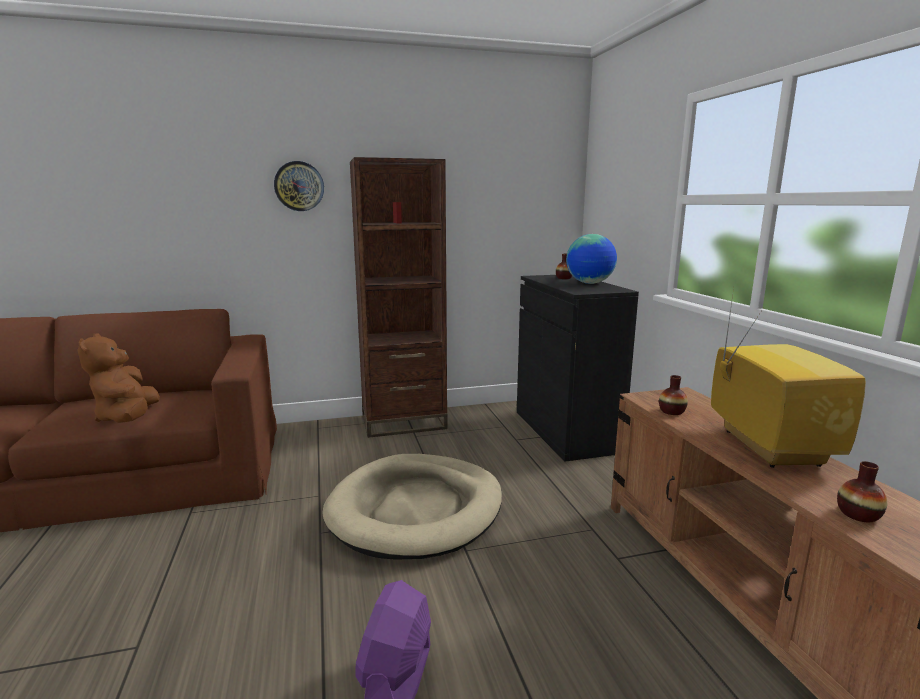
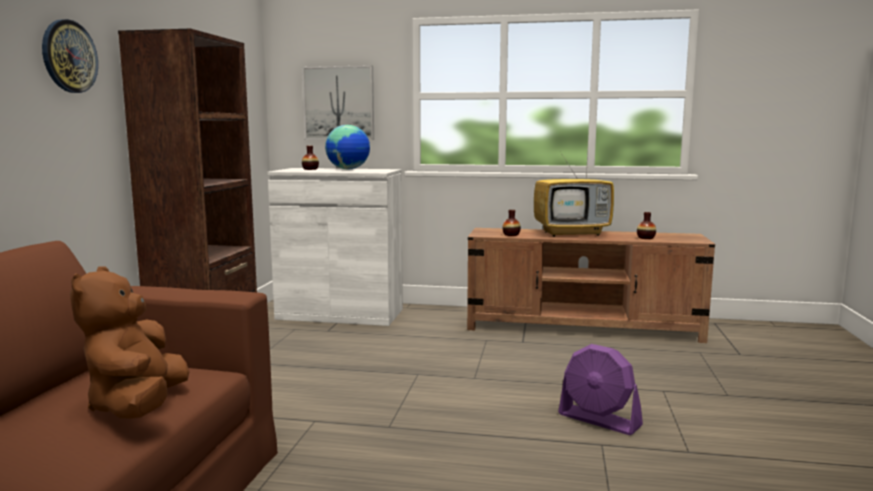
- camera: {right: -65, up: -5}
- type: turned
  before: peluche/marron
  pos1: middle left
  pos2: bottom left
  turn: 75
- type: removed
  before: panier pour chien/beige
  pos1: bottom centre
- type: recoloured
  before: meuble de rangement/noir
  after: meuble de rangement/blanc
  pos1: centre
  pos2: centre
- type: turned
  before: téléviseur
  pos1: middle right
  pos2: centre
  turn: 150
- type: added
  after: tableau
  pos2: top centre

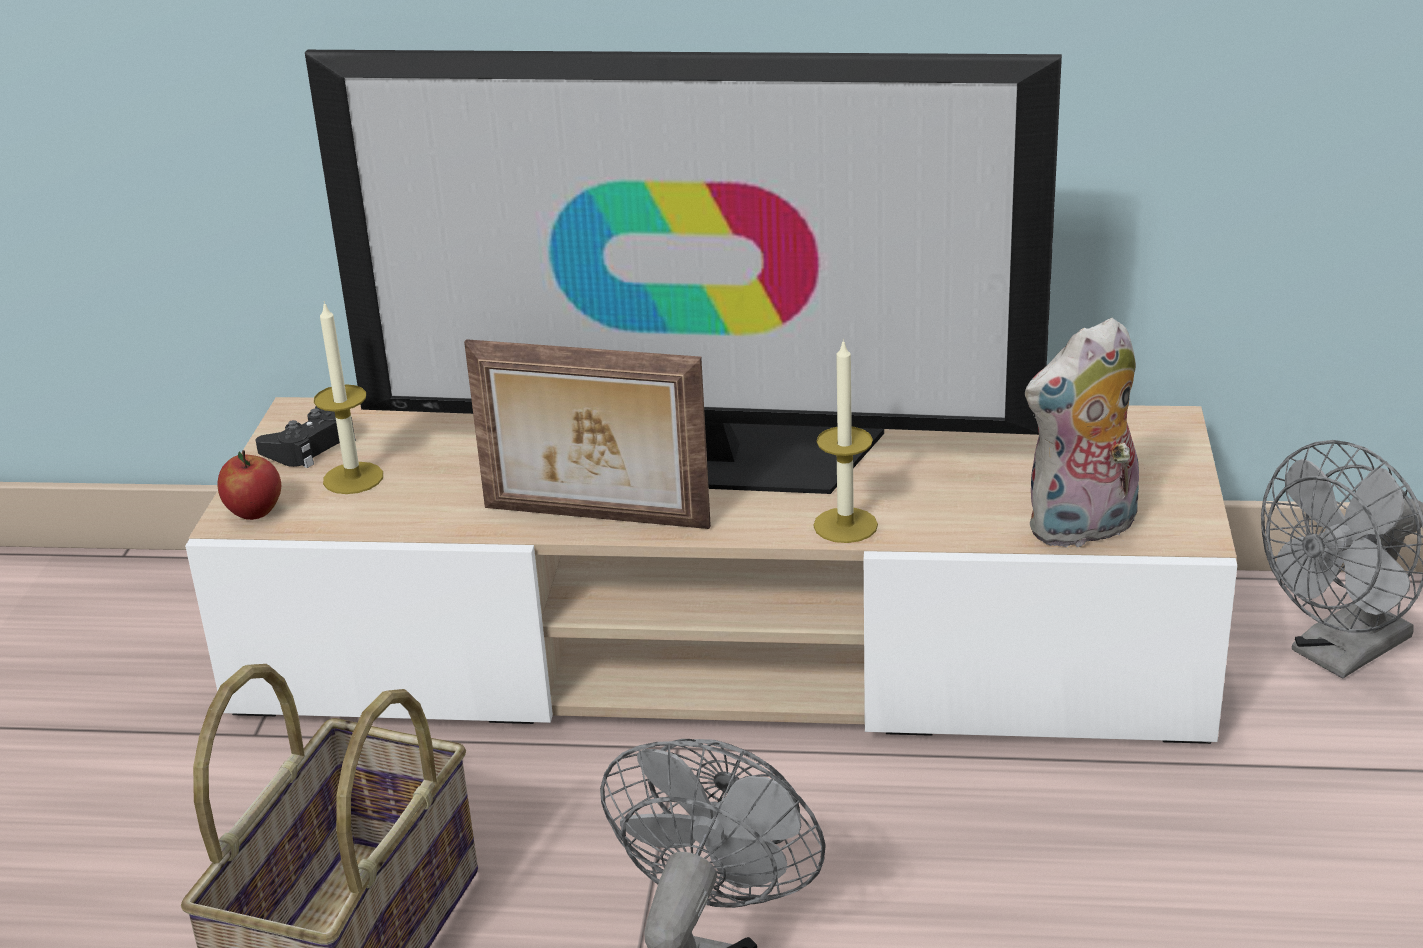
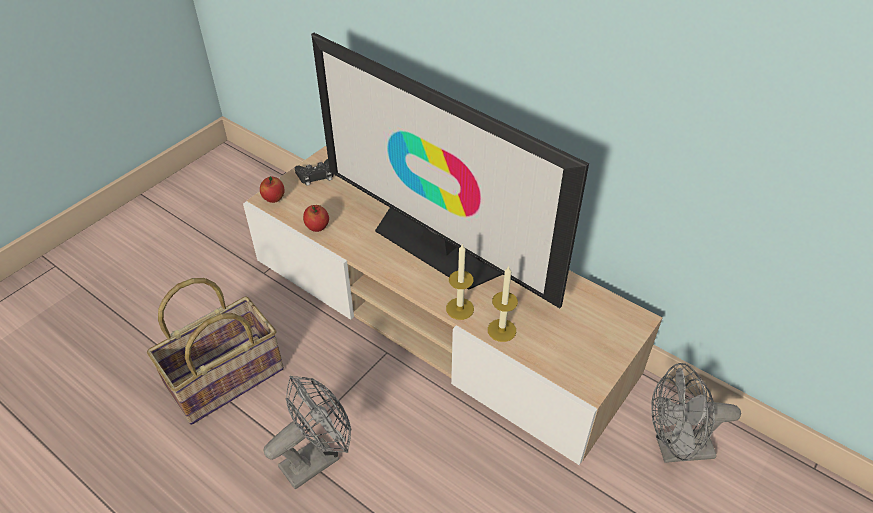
- camera: {right: 30, up: 15}
- type: moved
  before: bougie (1st from left in the first image)
  after: bougie (2nd from left)
  pos1: middle left
  pos2: centre
- type: removed
  before: cadre photo
  pos1: centre
- type: removed
  before: peluche
  pos1: middle right
- type: added
  after: pomme (2nd from left)
  pos2: centre

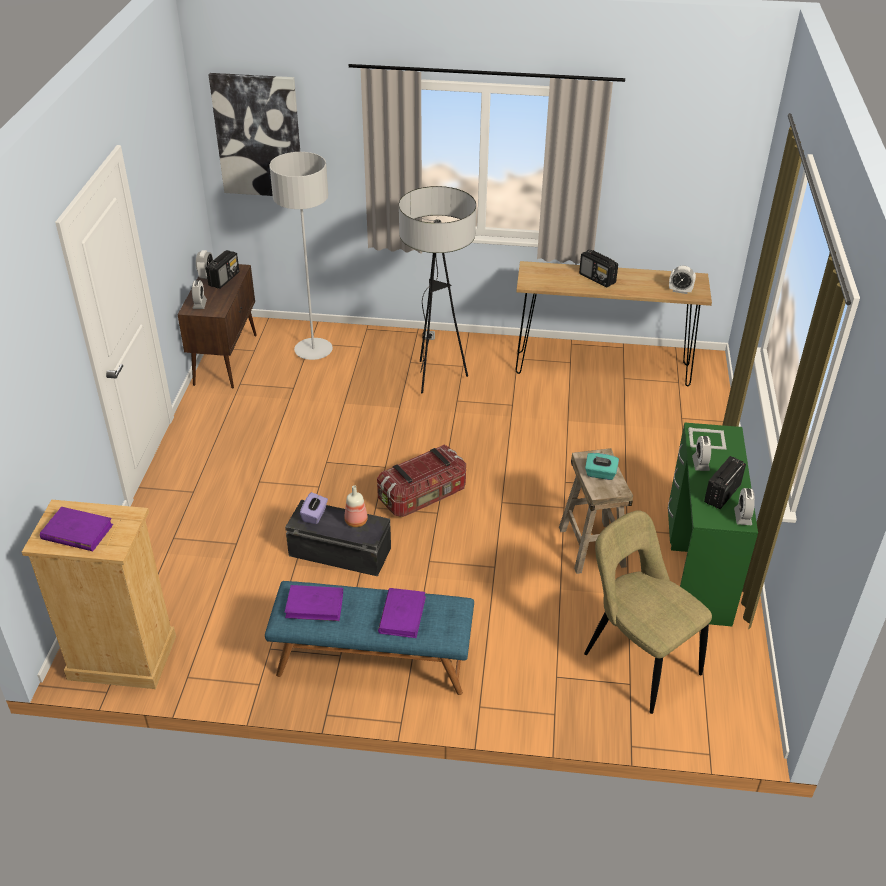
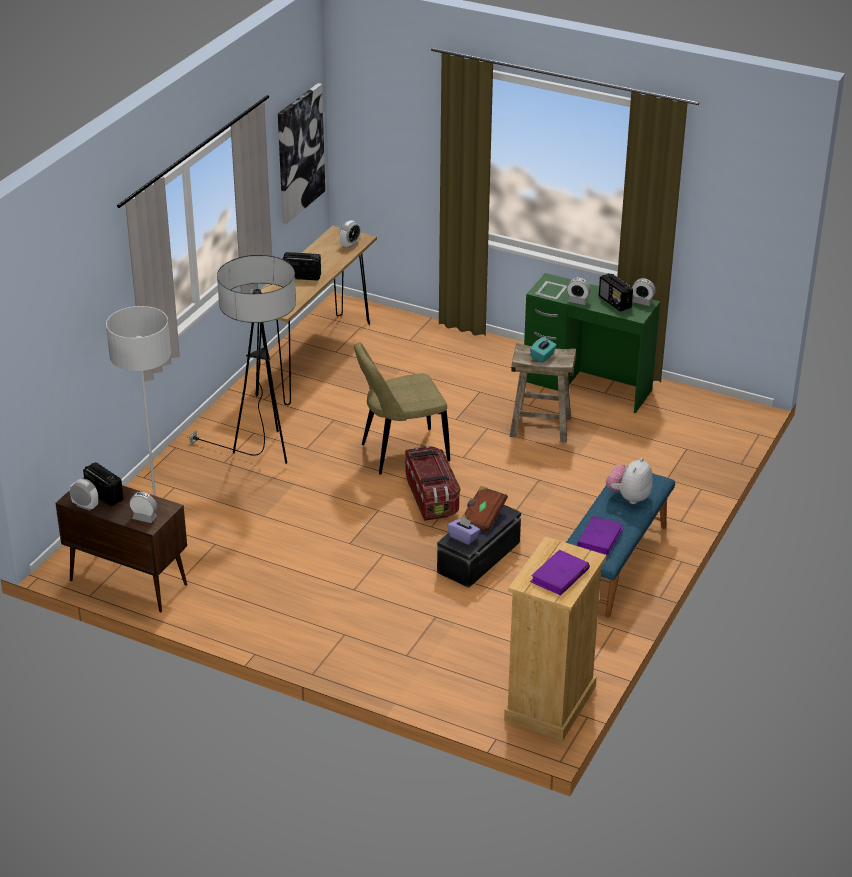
- camera: {right: -70, up: -5}
- type: moved
  before: tableau
  pos1: top left
  pos2: top centre
- type: replaced
  before: bouteille
  after: livre/marron
  pos1: centre
  pos2: centre
- type: replaced
  before: livre/violet (3rd from left)
  after: peluche
  pos1: bottom centre
  pos2: middle right
- type: turned
  before: radio (2nd from left)
  pos1: top right
  pos2: top centre
  turn: -150
- type: moved
  before: chaise/beige
  pos1: bottom right
  pos2: centre

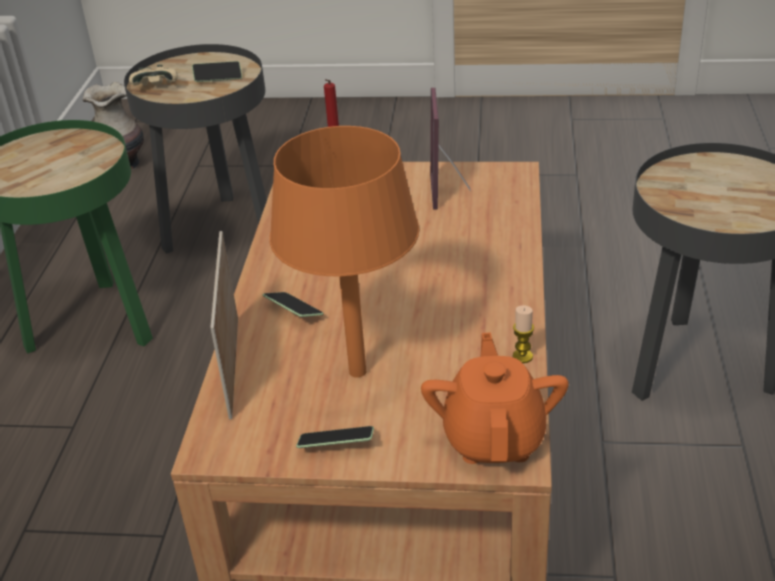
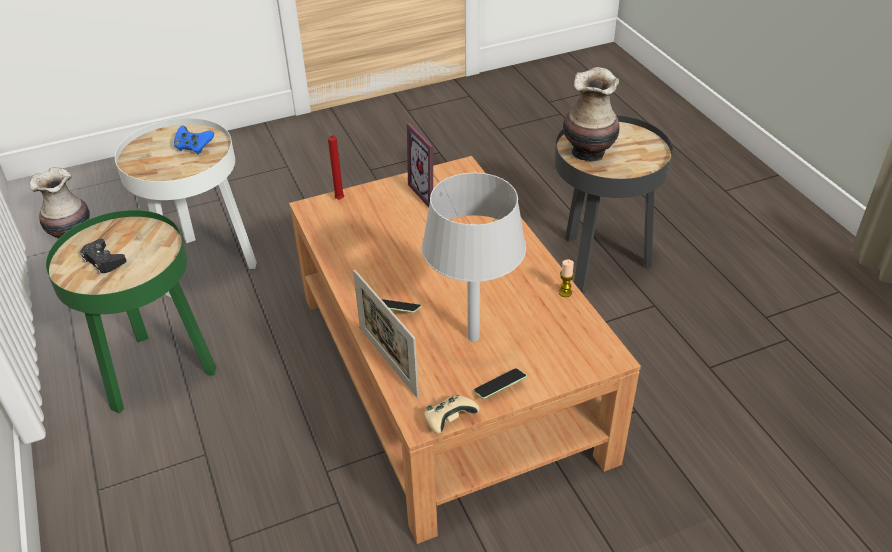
- camera: {right: -30, up: 5}
- type: recoloured
  before: table d'appoint/noir (1st from left)
  after: table d'appoint/blanc
  pos1: top left
  pos2: middle left
- type: moved
  before: manette/beige
  pos1: top left
  pos2: bottom centre
- type: replaced
  before: téléphone (1st from left)
  after: manette/bleu
  pos1: top left
  pos2: top left
- type: recoloured
  before: lampe de table/orange
  after: lampe de table/gris
  pos1: centre
  pos2: centre
- type: removed
  before: théière/orange
  pos1: bottom centre
- type: added
  after: manette/noir
  pos2: middle left
- type: added
  after: vase (2nd from left)
  pos2: top centre

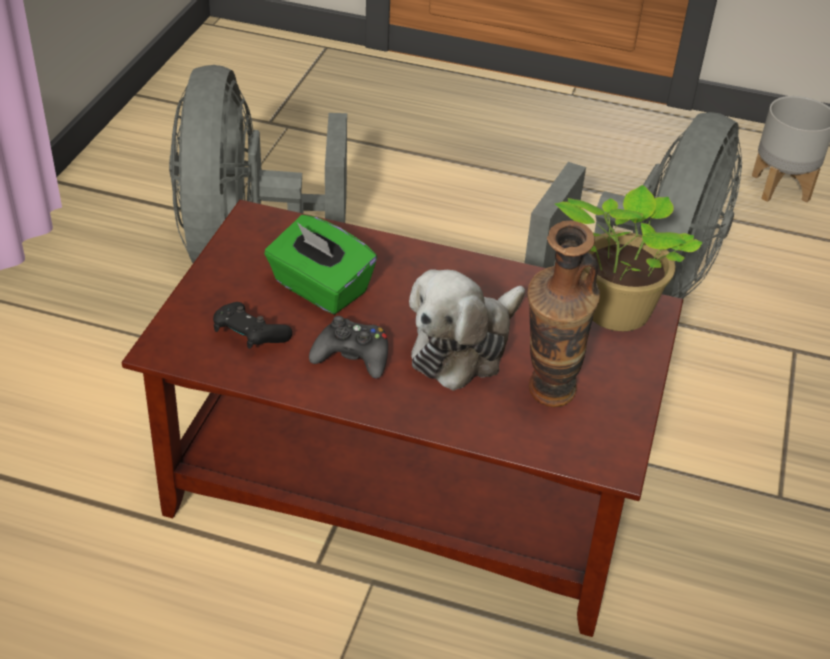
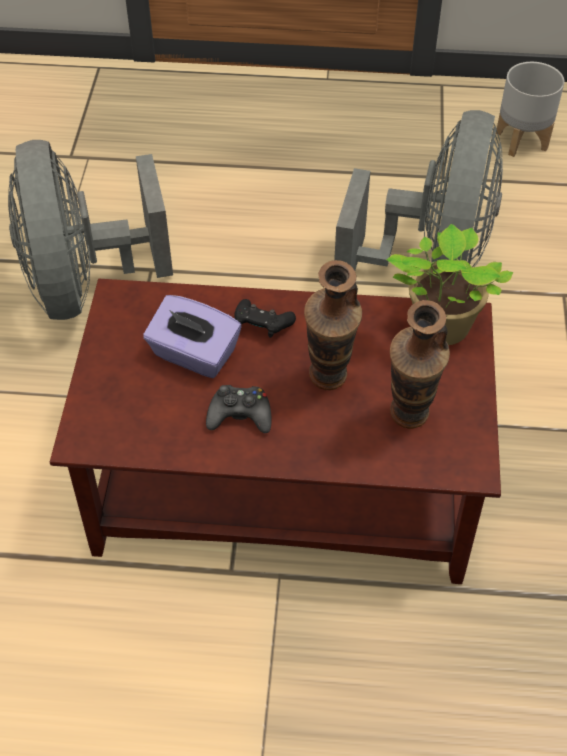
- camera: {right: -10, up: 10}
- type: moved
  before: manette/noir (1st from left in the first image)
  after: manette/noir (2nd from left)
  pos1: middle left
  pos2: centre
- type: recoloured
  before: boîte à mouchoirs/vert
  after: boîte à mouchoirs/violet
  pos1: centre
  pos2: centre
- type: replaced
  before: peluche
  after: vase (1st from left)
  pos1: centre
  pos2: centre

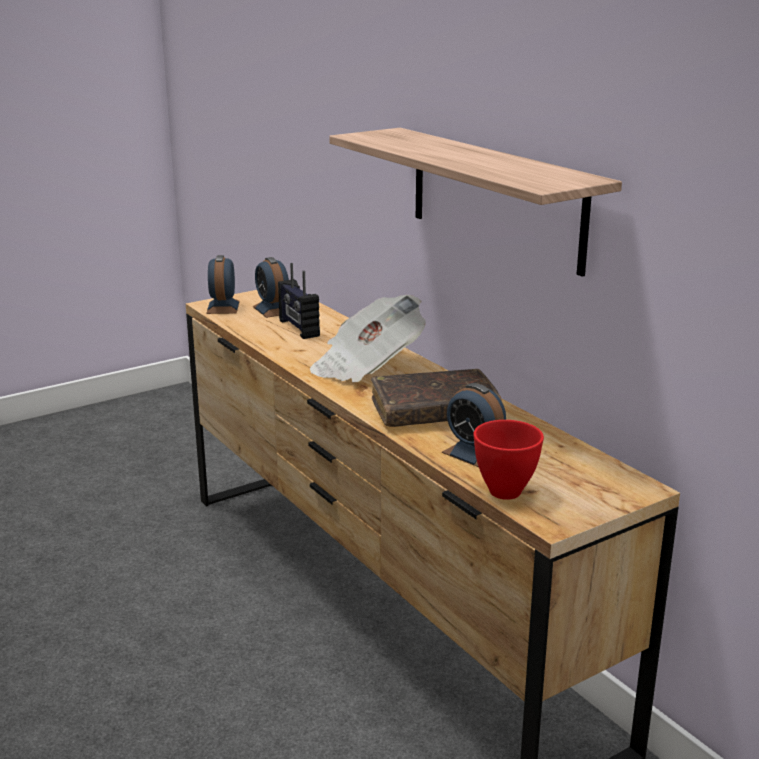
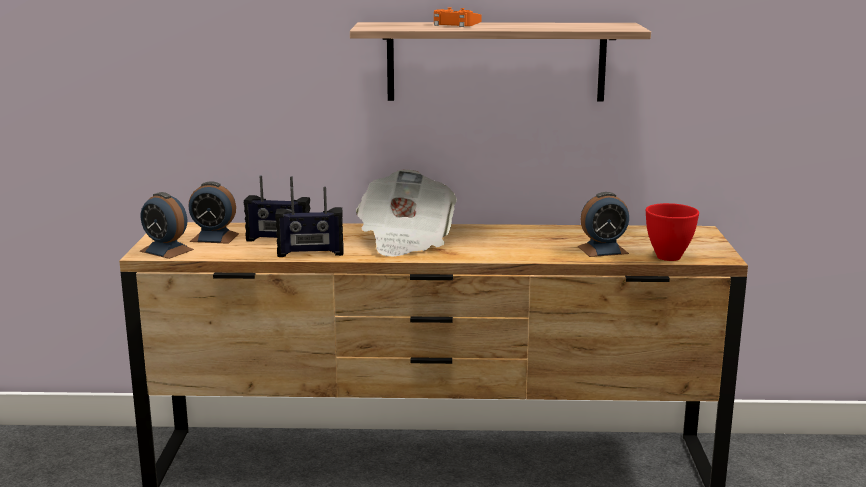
- camera: {right: -55, up: -5}
- type: removed
  before: livre/marron
  pos1: centre
- type: added
  after: radio (2nd from left)
  pos2: centre
- type: added
  after: manette/orange
  pos2: top centre

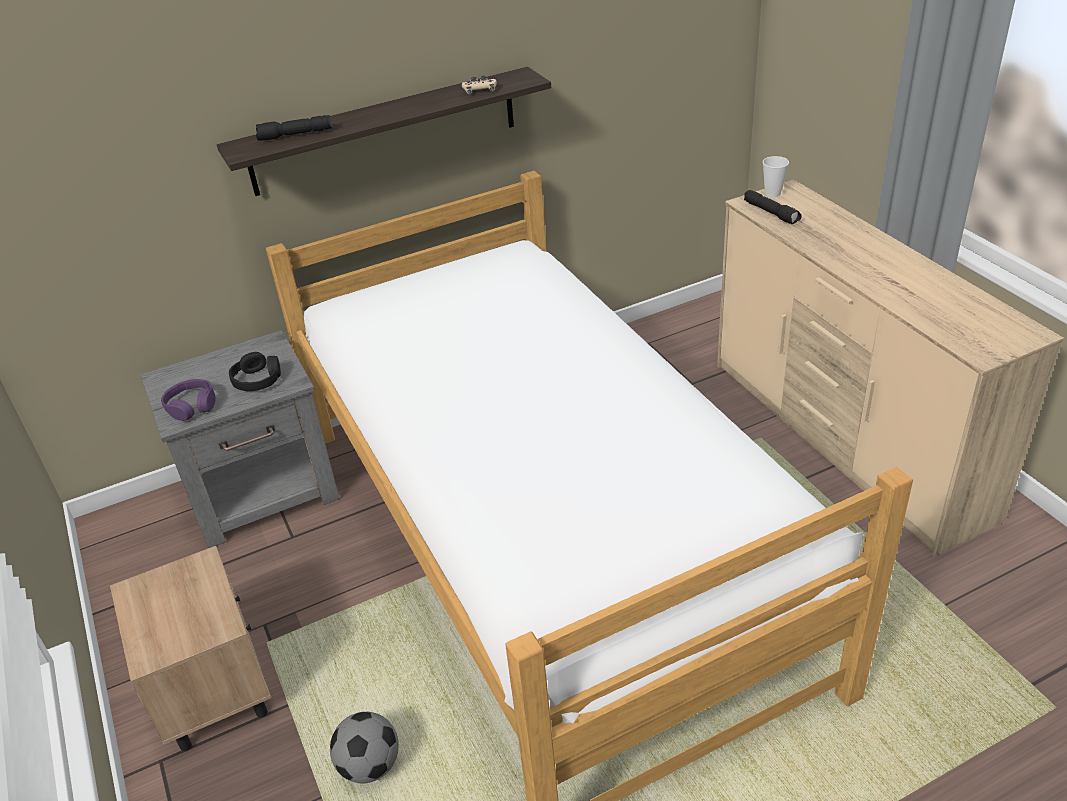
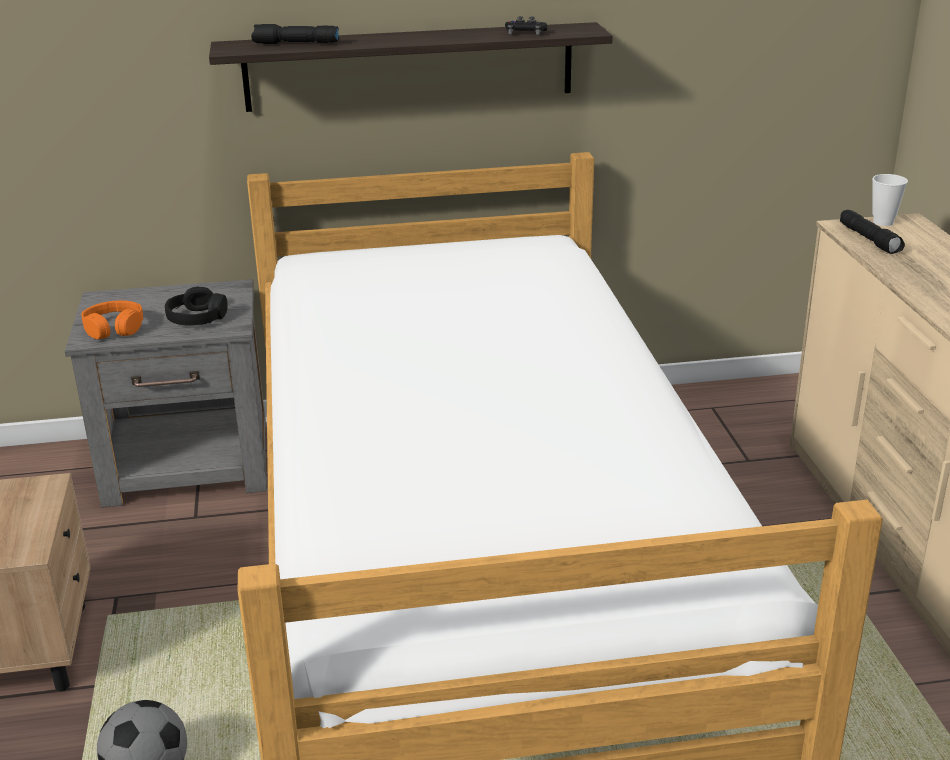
- camera: {right: 15, up: -10}
- type: recoloured
  before: casque audio/violet
  after: casque audio/orange
  pos1: middle left
  pos2: middle left
- type: recoloured
  before: manette/beige
  after: manette/noir
  pos1: top centre
  pos2: top centre

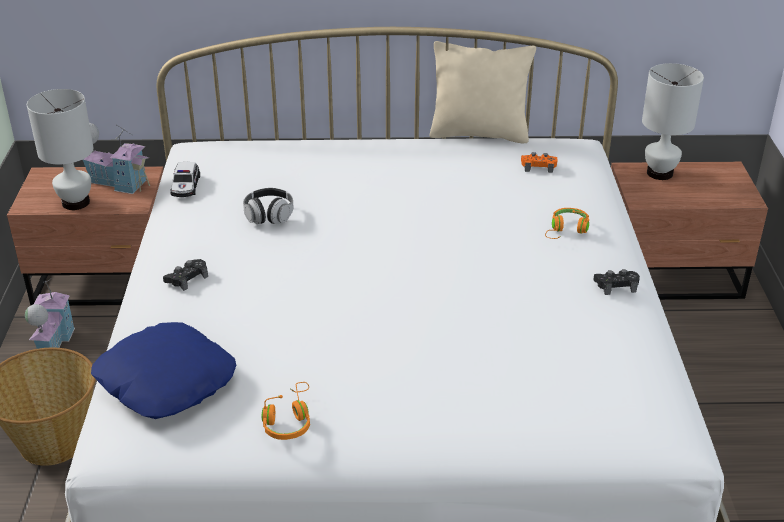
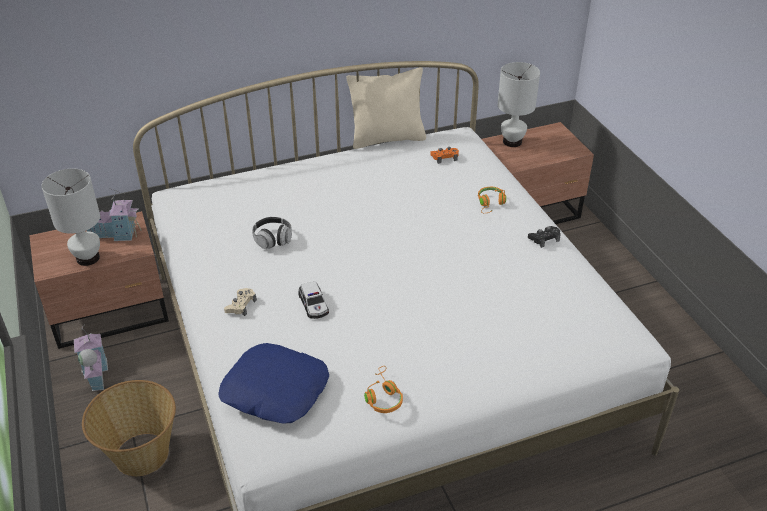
- camera: {right: -20, up: 5}
- type: recoloured
  before: manette/noir (1st from left)
  after: manette/beige
  pos1: middle left
  pos2: middle left
- type: moved
  before: petite voiture
  pos1: middle left
  pos2: centre

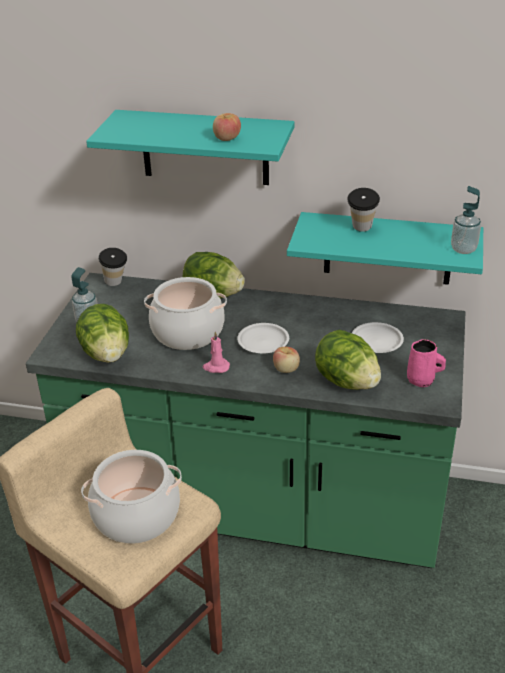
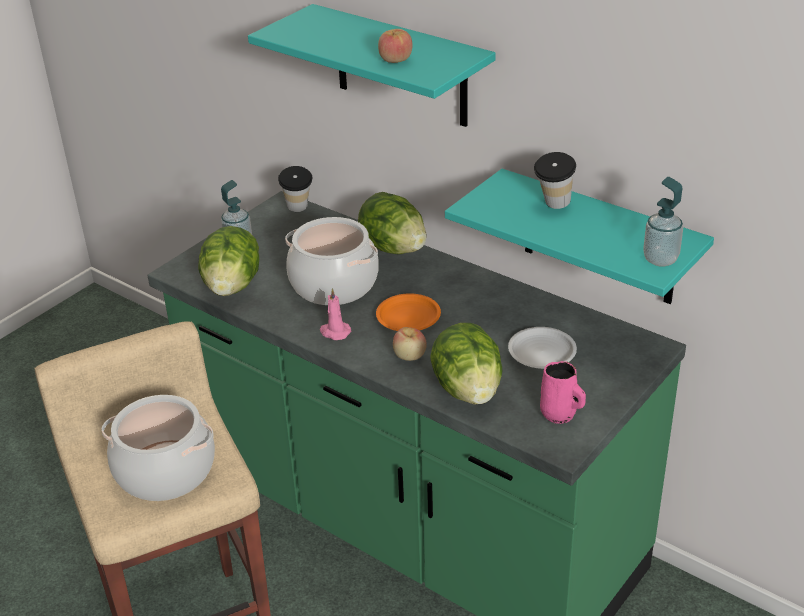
- camera: {right: 25, up: 0}
- type: recoloured
  before: assiette/blanc (1st from left)
  after: assiette/orange
  pos1: centre
  pos2: centre

